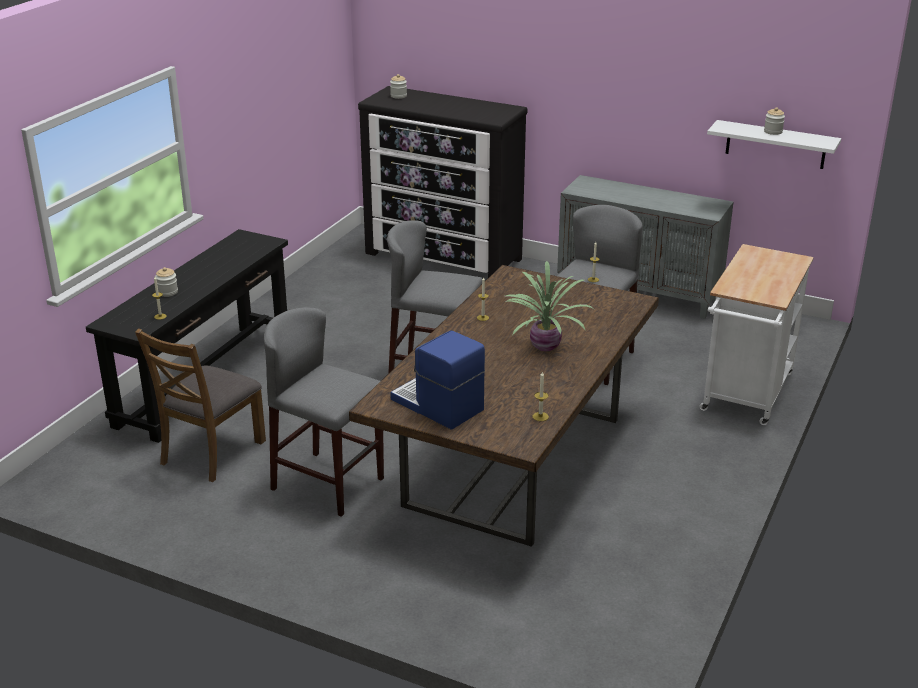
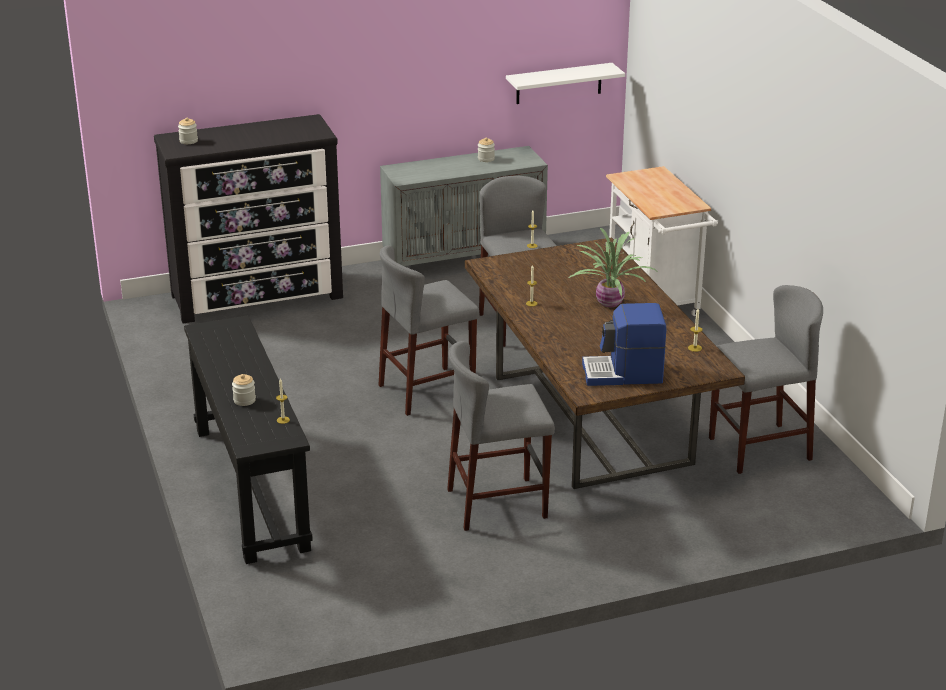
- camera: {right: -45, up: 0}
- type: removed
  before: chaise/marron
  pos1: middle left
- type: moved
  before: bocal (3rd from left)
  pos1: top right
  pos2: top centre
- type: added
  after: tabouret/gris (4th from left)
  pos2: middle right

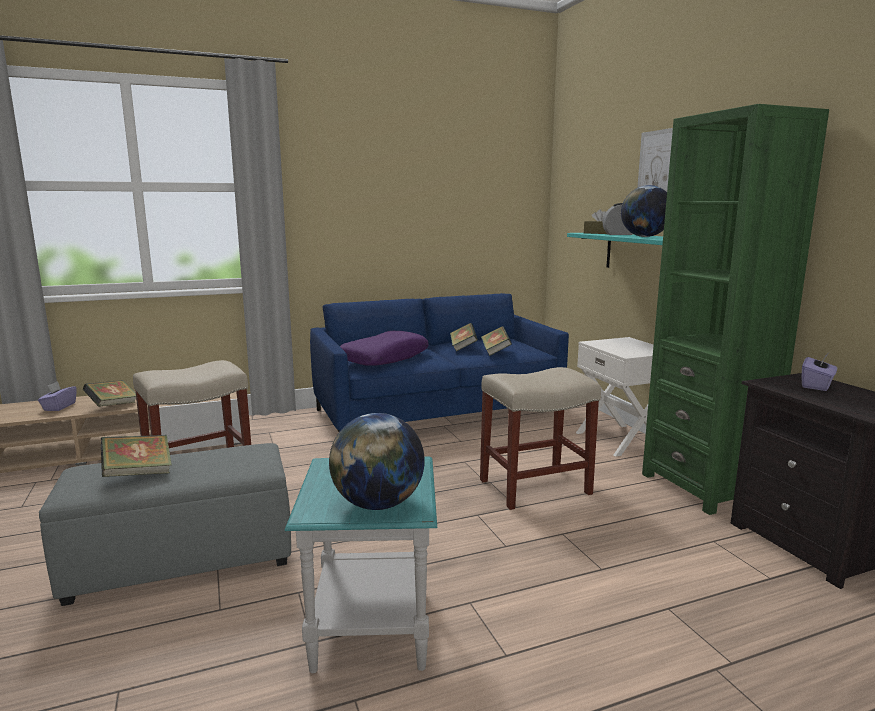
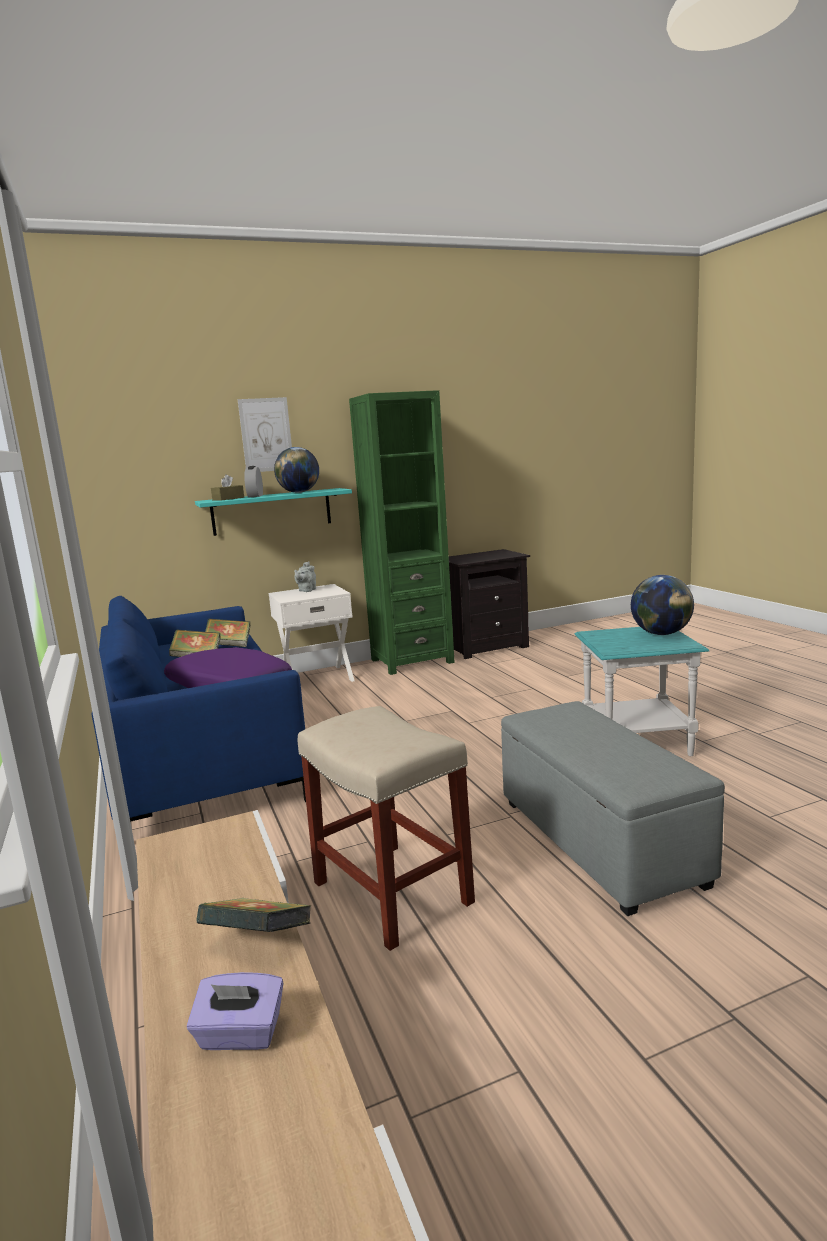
- camera: {right: -90, up: 0}
- type: removed
  before: livre (2nd from left)
  pos1: middle left
- type: removed
  before: tabouret/beige (2nd from left)
  pos1: centre
- type: removed
  before: boîte à mouchoirs/violet (2nd from left)
  pos1: middle right
- type: added
  after: théière/gris
  pos2: centre

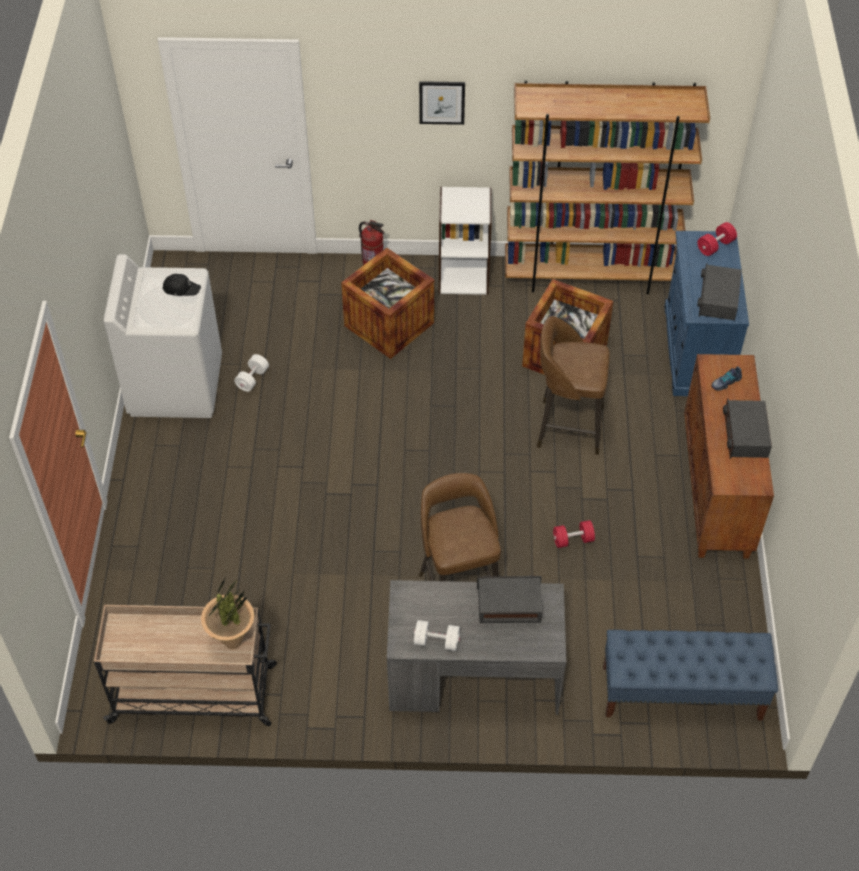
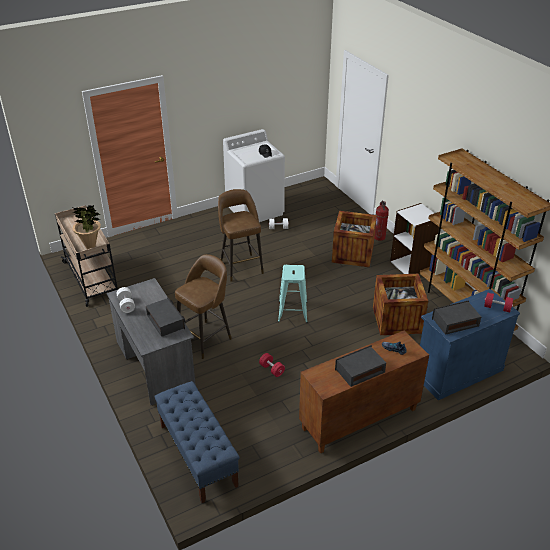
- camera: {right: 60, up: -15}
- type: removed
  before: tableau
  pos1: top centre
- type: moved
  before: tabouret/marron (2nd from left)
  pos1: middle right
  pos2: centre
- type: added
  after: tabouret/turquoise
  pos2: centre

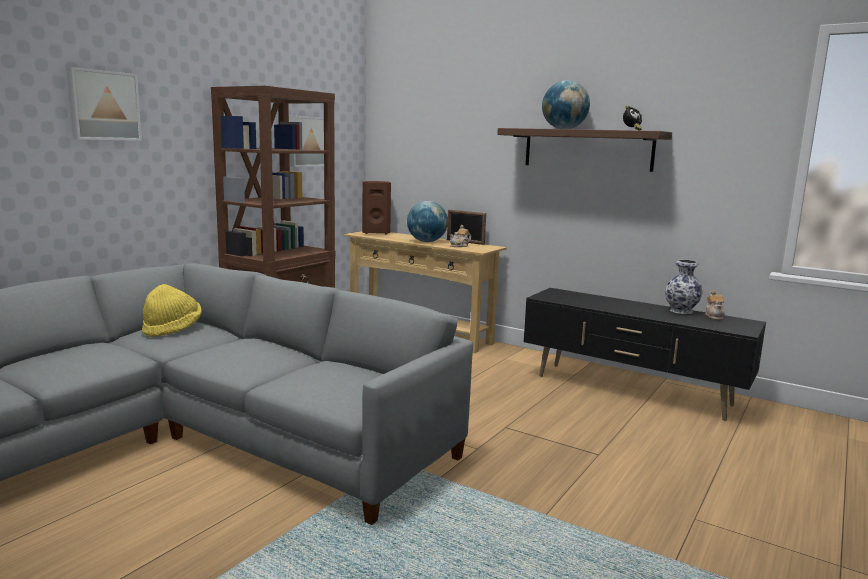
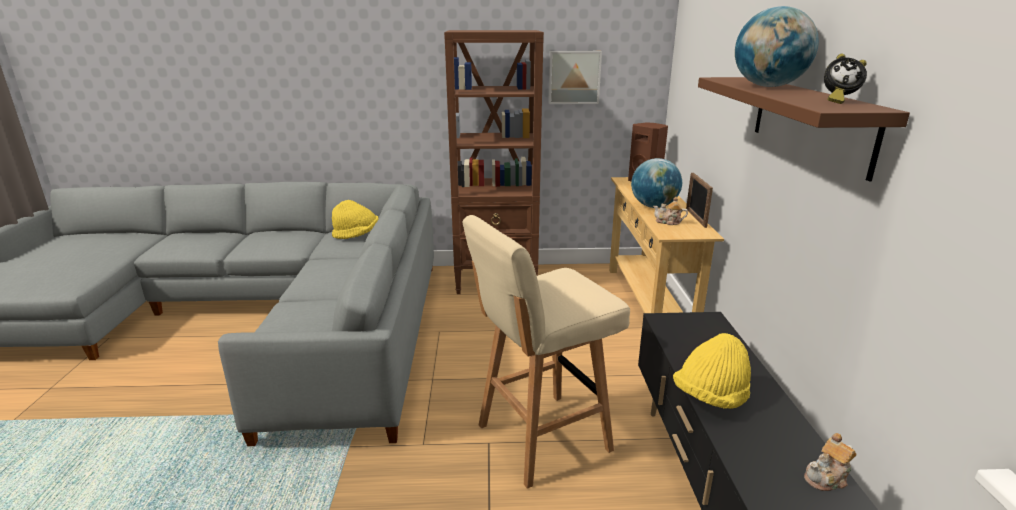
- camera: {right: 55, up: 10}
- type: removed
  before: tableau (1st from left)
  pos1: top left
- type: removed
  before: vase
  pos1: middle right
- type: added
  after: tabouret/beige
  pos2: bottom centre
- type: added
  after: chapeau/jaune (2nd from left)
  pos2: bottom right

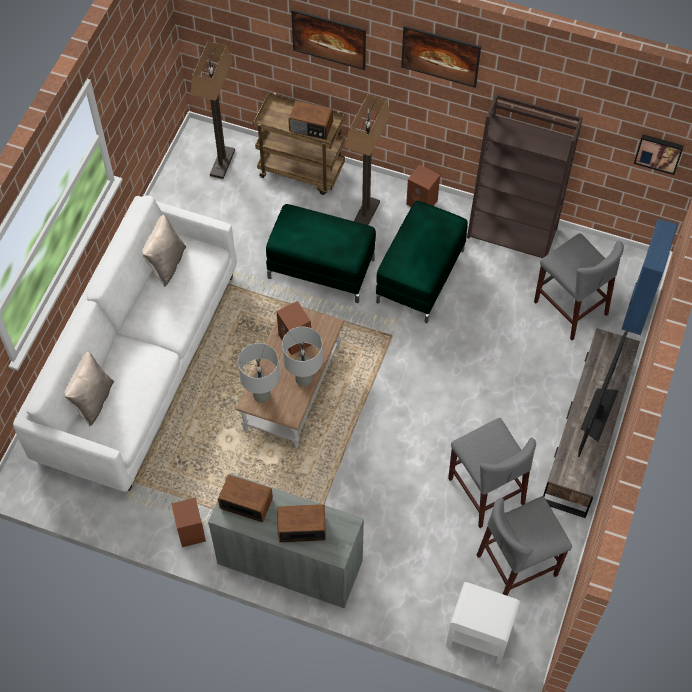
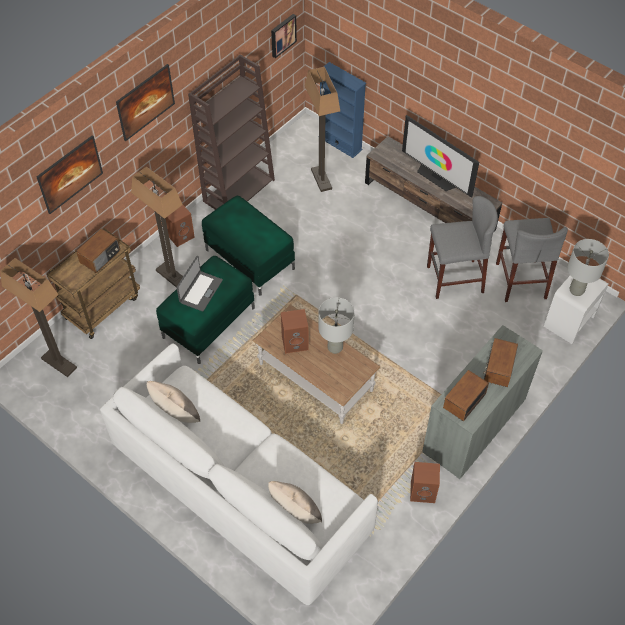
- camera: {right: -70, up: -5}
- type: moved
  before: lampe de table/gris (1st from left in the first image)
  after: lampe de table/gris (2nd from left)
  pos1: centre
  pos2: middle right
- type: replaced
  before: tabouret/gris (3rd from left)
  after: lampadaire (3rd from left)
  pos1: middle right
  pos2: top centre
- type: added
  after: ordinateur portable
  pos2: middle left

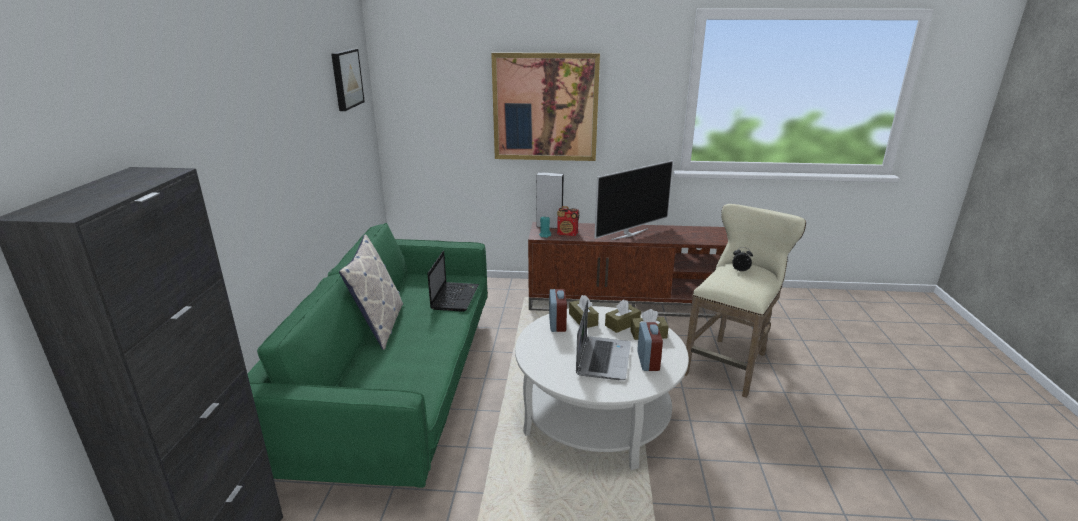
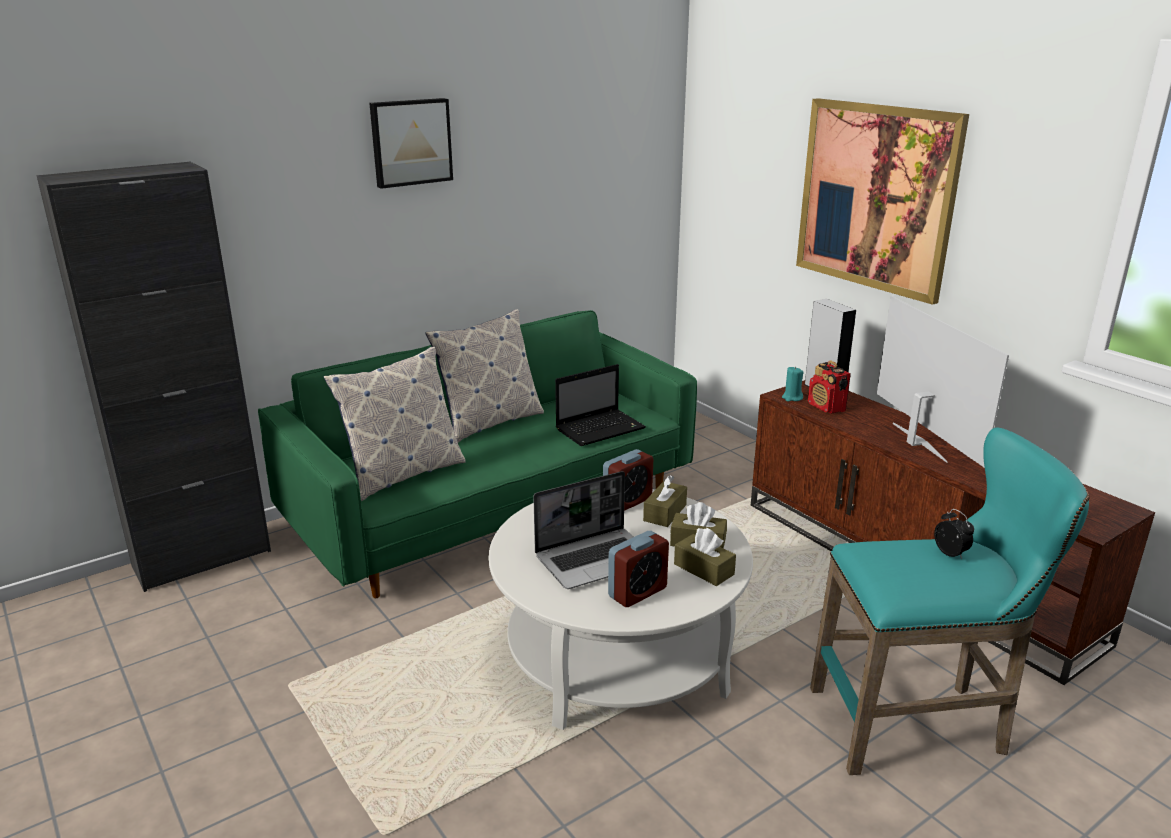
- camera: {right: 50, up: 0}
- type: moved
  before: tableau (1st from left)
  pos1: top left
  pos2: top centre
- type: turned
  before: téléviseur
  pos1: centre
  pos2: middle right
  turn: -120
- type: recoloured
  before: tabouret/beige
  after: tabouret/turquoise
  pos1: middle right
  pos2: bottom right
- type: added
  after: coussin (1st from left)
  pos2: centre

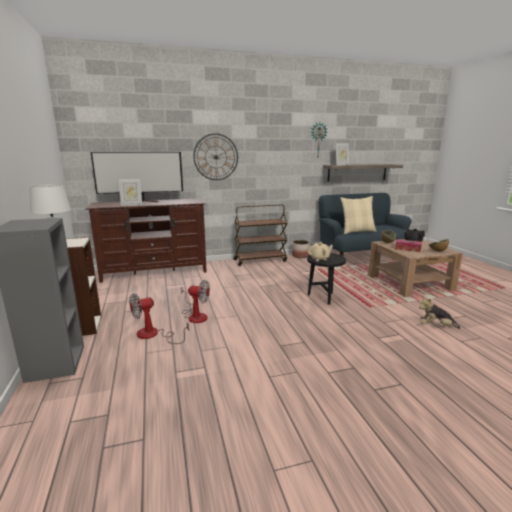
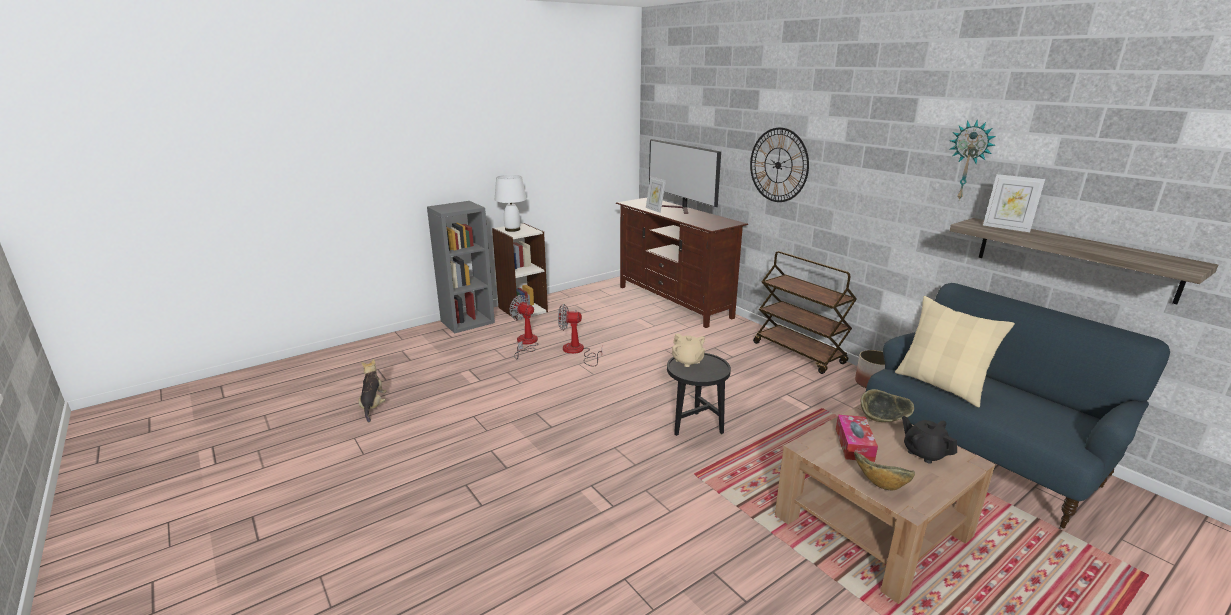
- camera: {right: 70, up: 5}
- type: turned
  before: ventilateur (2nd from left)
  pos1: centre
  pos2: centre
  turn: 105
- type: moved
  before: peluche
  pos1: middle right
  pos2: middle left

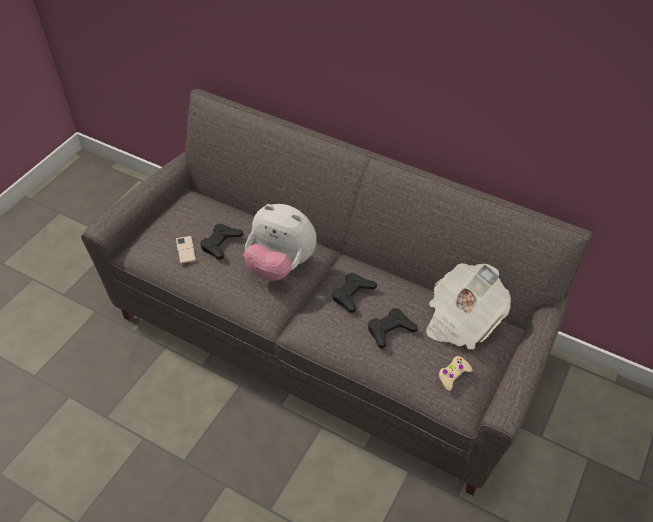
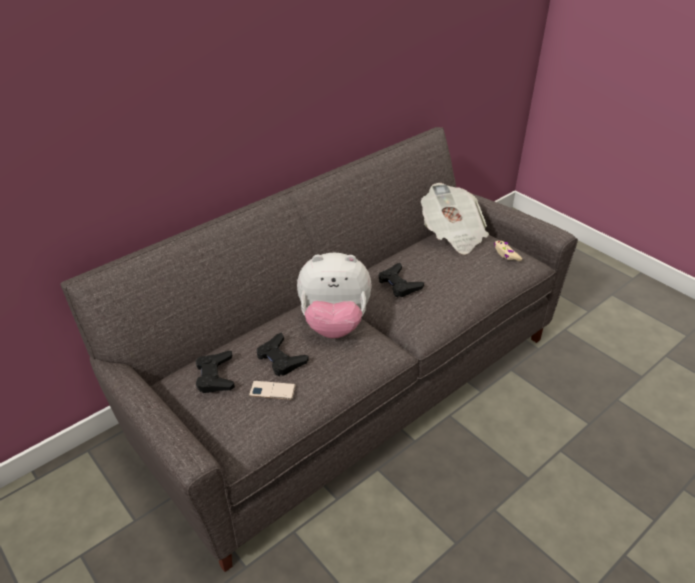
- camera: {right: -70, up: -10}
- type: turned
  before: peluche
  pos1: centre
  pos2: centre
  turn: 45
- type: moved
  before: manette/noir (3rd from left in the first image)
  after: manette/noir (1st from left)
  pos1: centre
  pos2: middle left

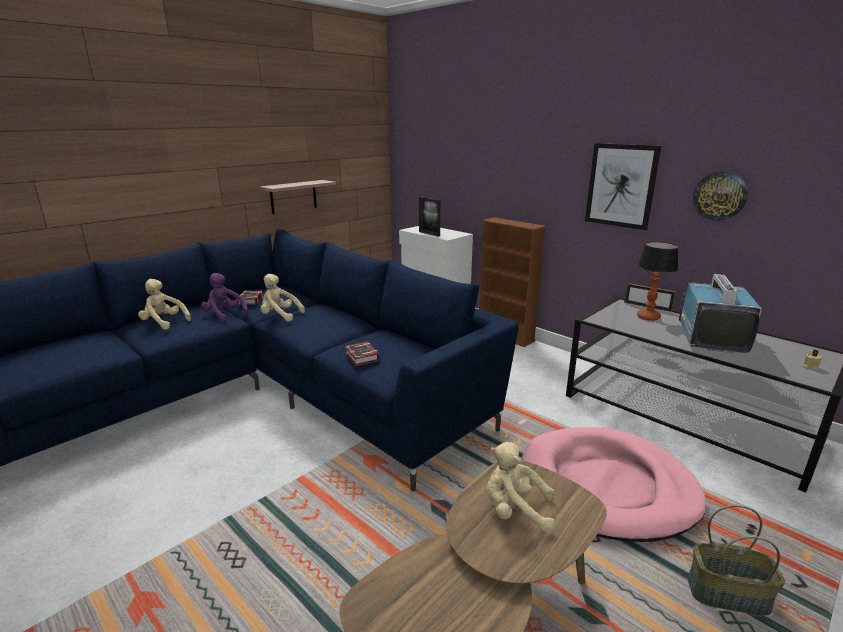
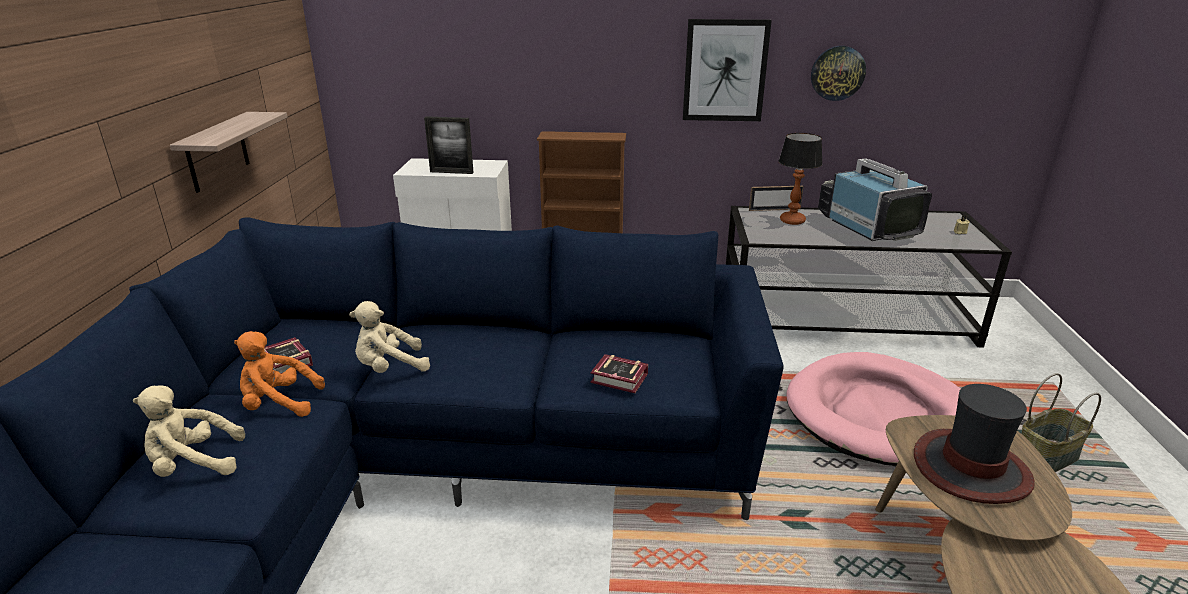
- camera: {right: -40, up: 5}
- type: recoloured
  before: peluche/violet
  after: peluche/orange
  pos1: middle left
  pos2: middle left
- type: replaced
  before: peluche/beige (3rd from left)
  after: chapeau
  pos1: bottom centre
  pos2: bottom right

